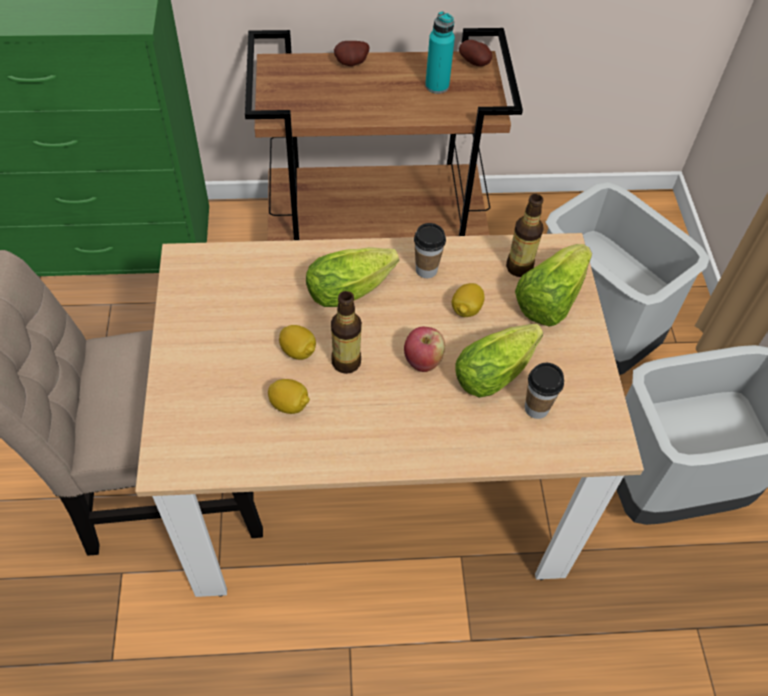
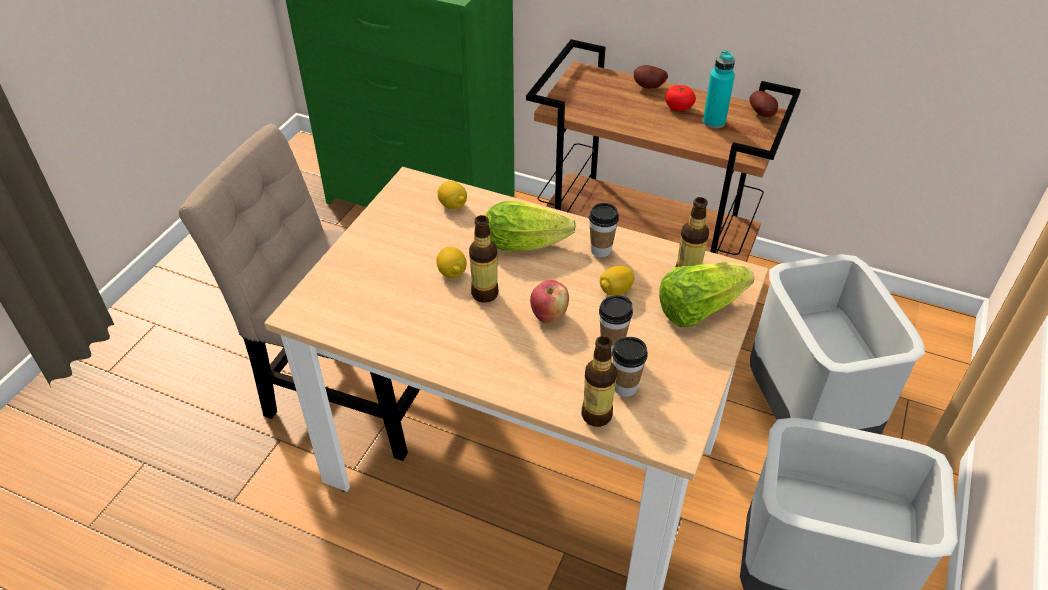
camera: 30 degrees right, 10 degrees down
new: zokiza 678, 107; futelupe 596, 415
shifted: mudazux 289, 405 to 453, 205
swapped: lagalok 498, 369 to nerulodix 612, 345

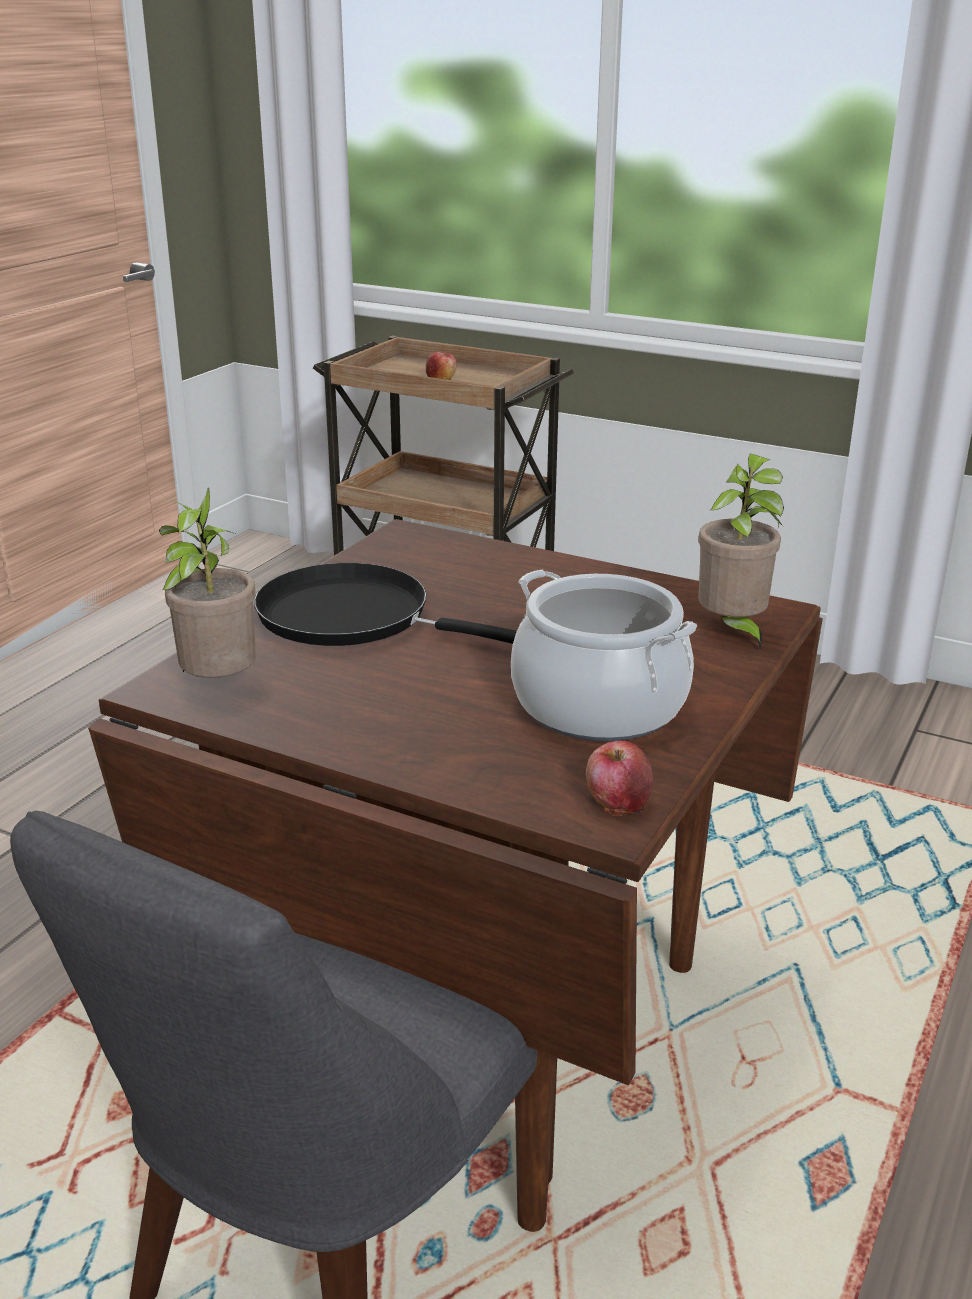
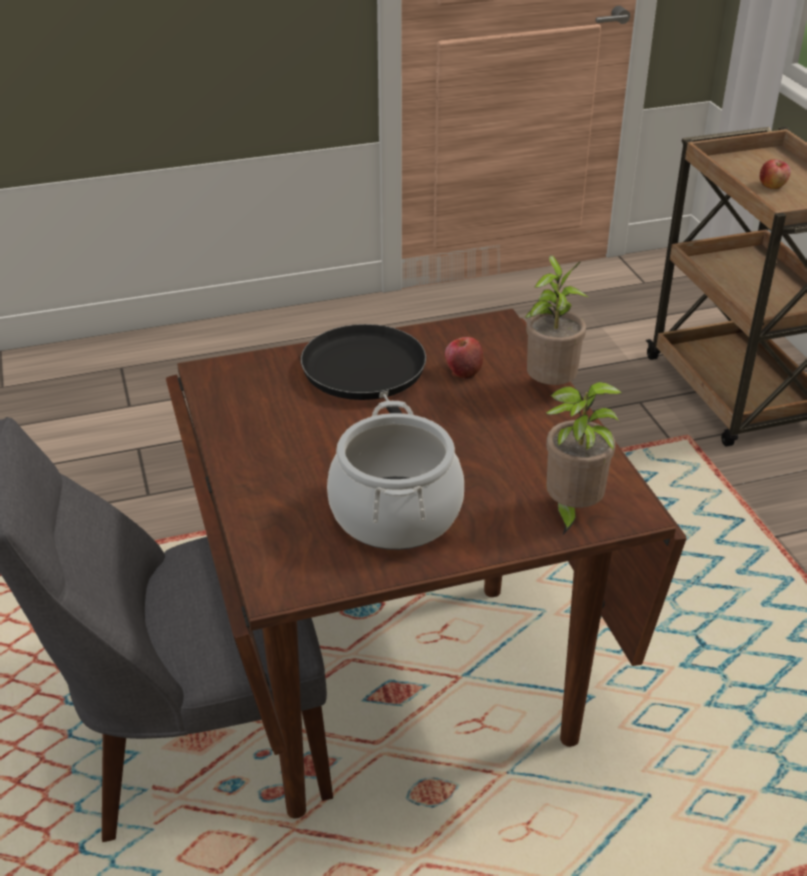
camera: 45 degrees right, 10 degrees up
shifted: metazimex 217, 687 to 550, 387; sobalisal 618, 802 to 463, 371

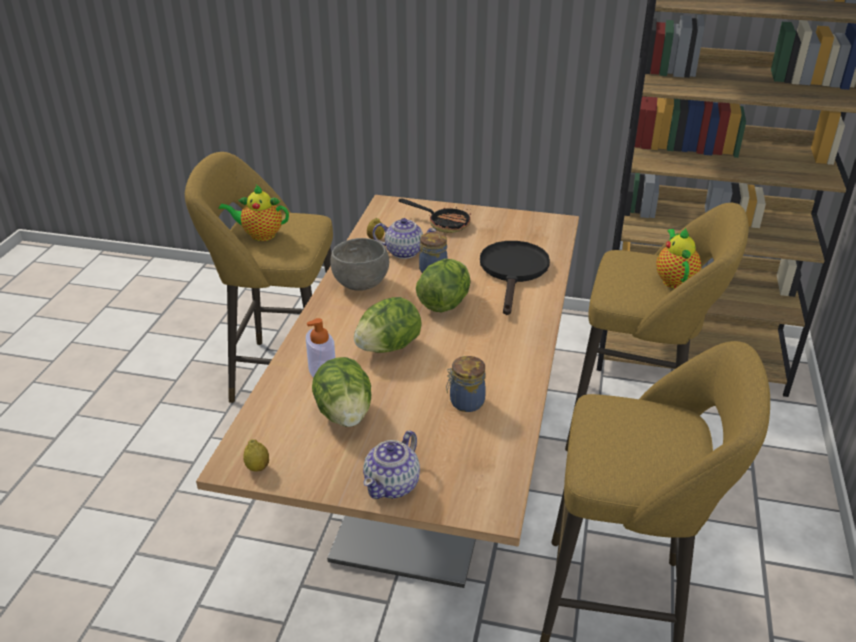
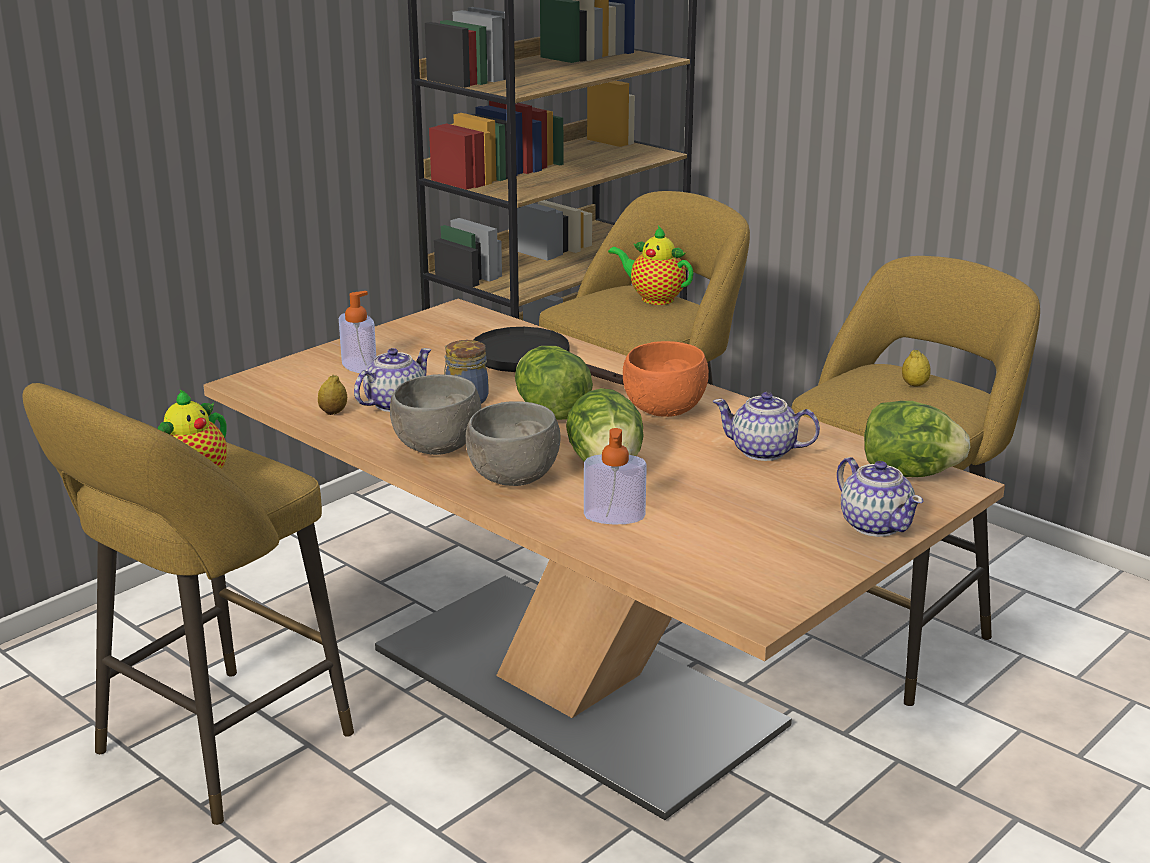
camera: 60 degrees left, 10 degrees down
new: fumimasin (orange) 663, 410; fumimasin (grey) 512, 477
shifted: lagalok 344, 414 to 908, 473; mudazux 257, 467 to 914, 385
swapped: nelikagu 443, 223 to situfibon 359, 365; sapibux 465, 402 to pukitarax 764, 452

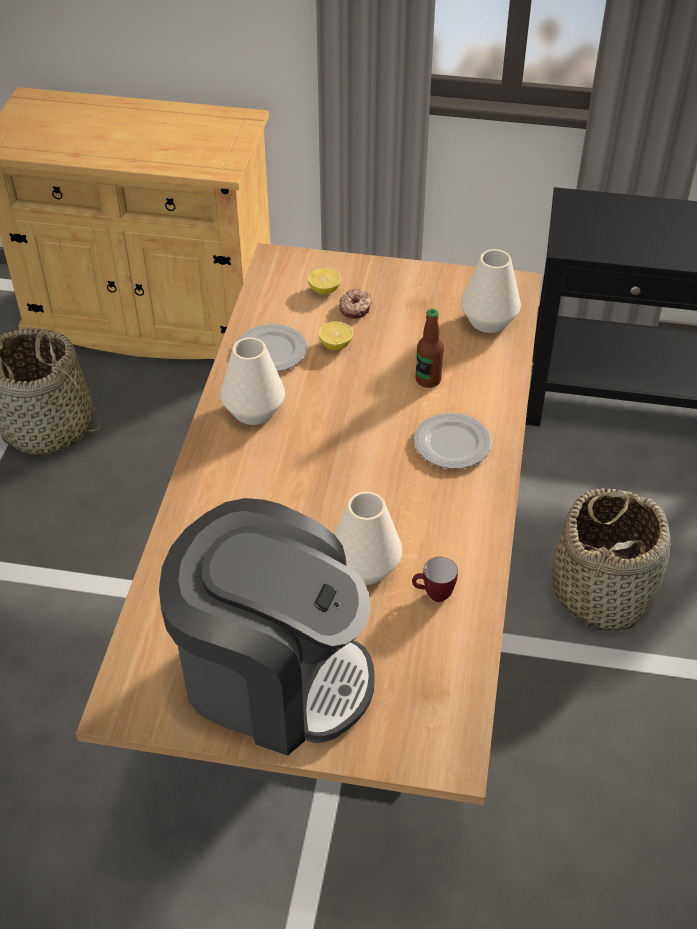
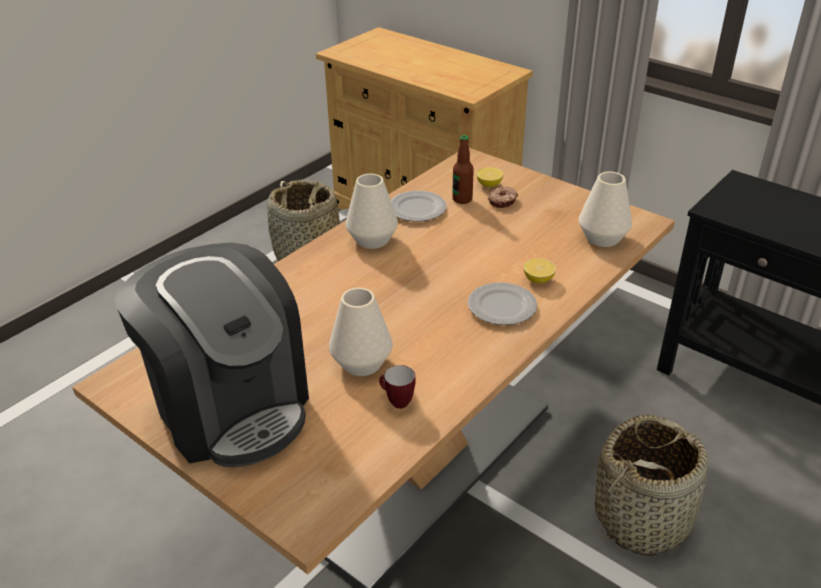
camera: 30 degrees right, 10 degrees down
shifted: futelupe 428, 380 to 462, 199; mudazux 335, 345 to 538, 280

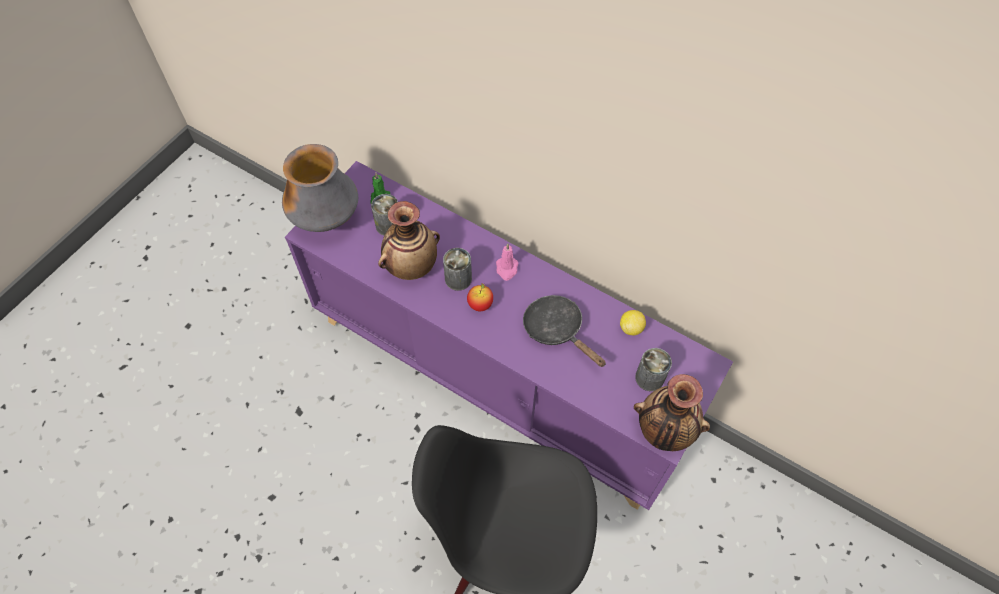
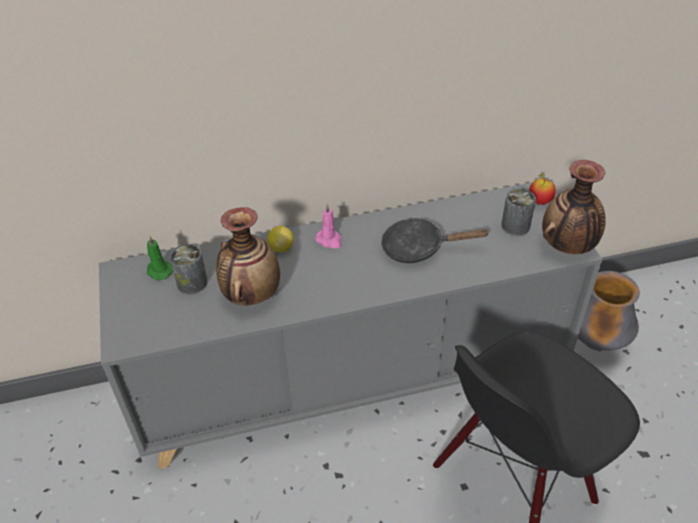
camera: 45 degrees left, 15 degrees down
gone: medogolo 458, 279
shifted: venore 327, 220 to 595, 342; sobalisal 480, 304 to 539, 201; mudazux 631, 328 to 281, 248
repainted: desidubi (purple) 499, 375 to desidubi (grey) 353, 380

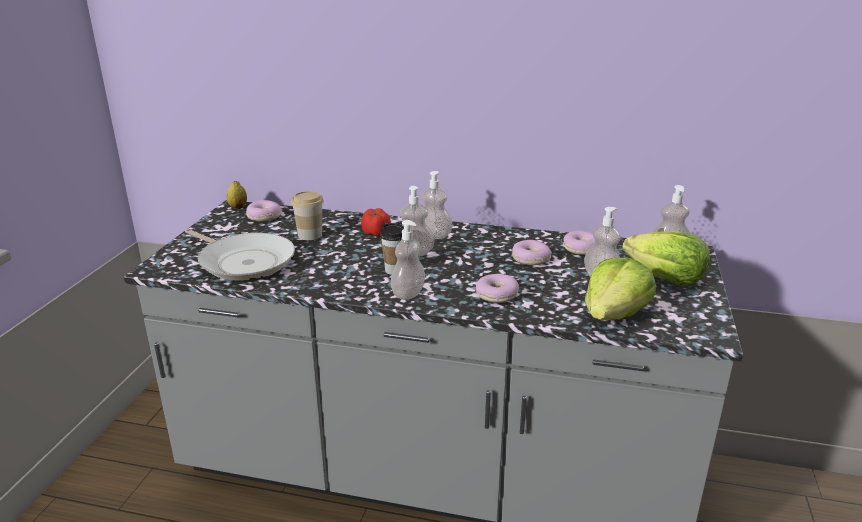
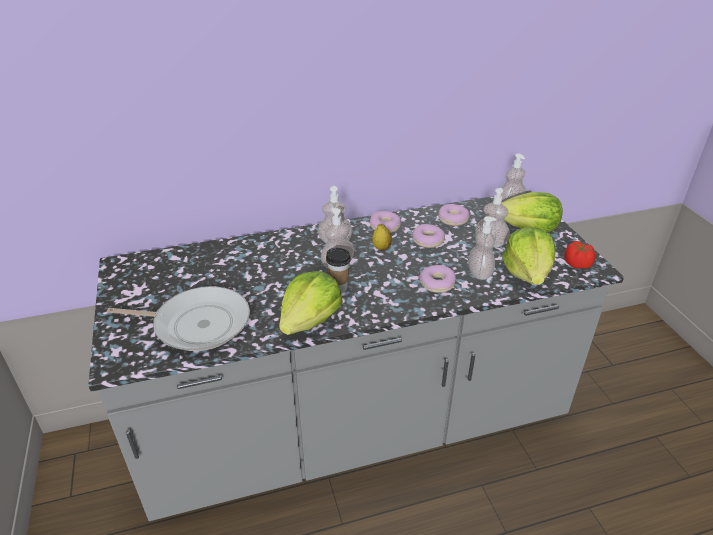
camera: 30 degrees left, 10 degrees up
gone: nerulodix 310, 235
new: lagalok 310, 320
shifted: mudazux 238, 207 to 381, 248; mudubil 263, 217 to 385, 227; zokiza 376, 233 to 577, 264; situfibon 408, 293 to 479, 273

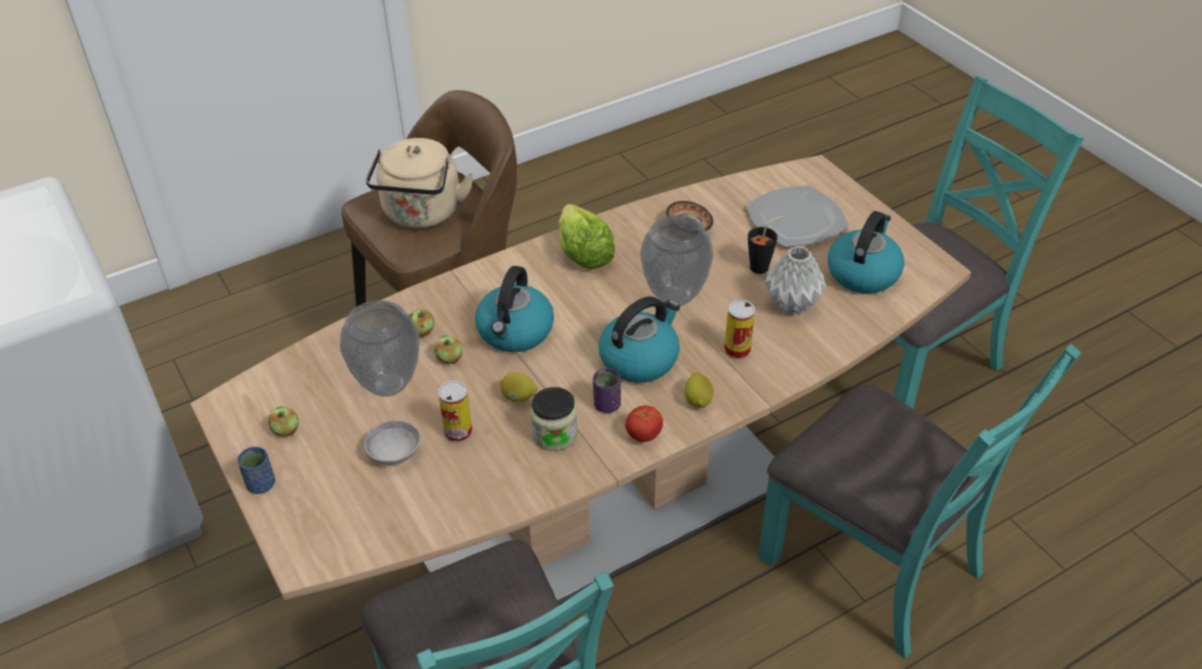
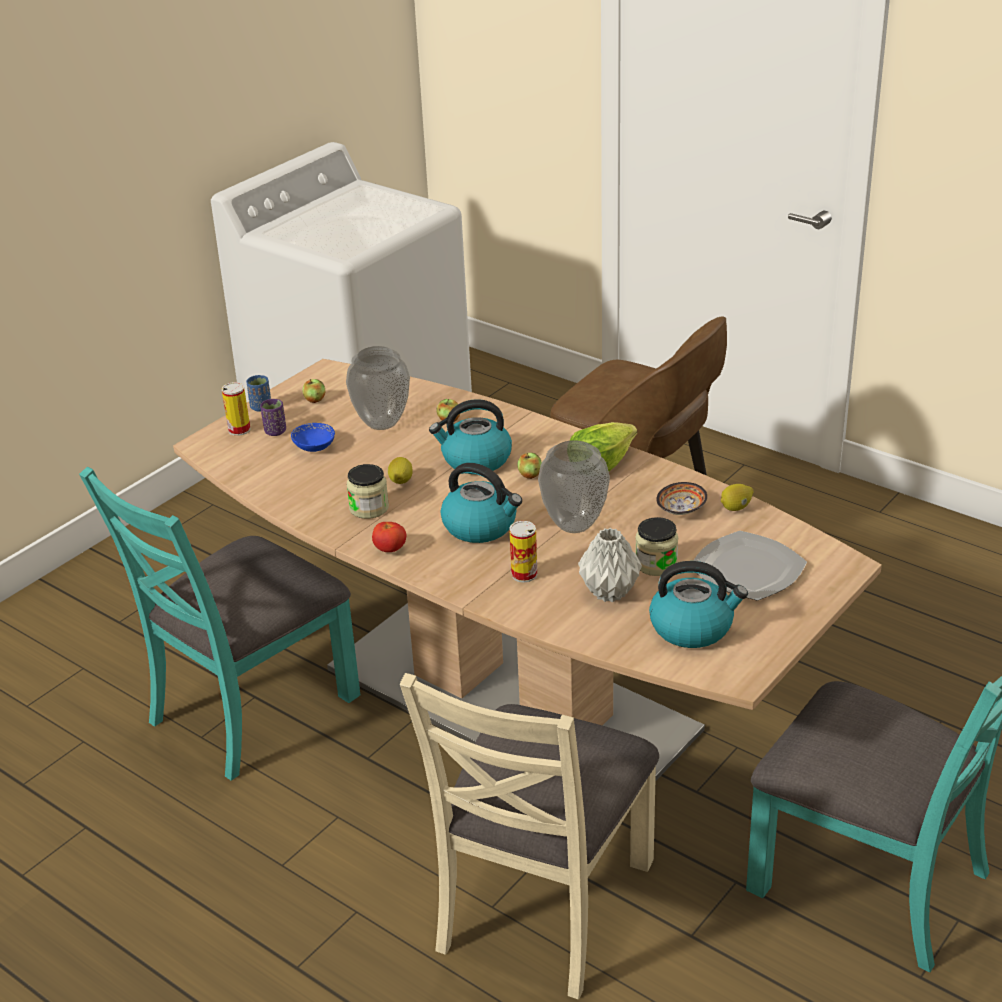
camera: 70 degrees right, 10 degrees down
gone: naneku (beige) 422, 214
shifted: sobalisal 449, 359 to 530, 475; nerulodix (purple) 607, 405 to 275, 431; mudazux 698, 400 to 736, 508; medogolo 458, 432 to 239, 429
swapped: nerulodix (black) 763, 266 to sapibux 656, 564
repainted: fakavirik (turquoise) 874, 564 to fakavirik (beige) 542, 904; fumimasin (grey) 395, 453 to fumimasin (blue) 314, 447

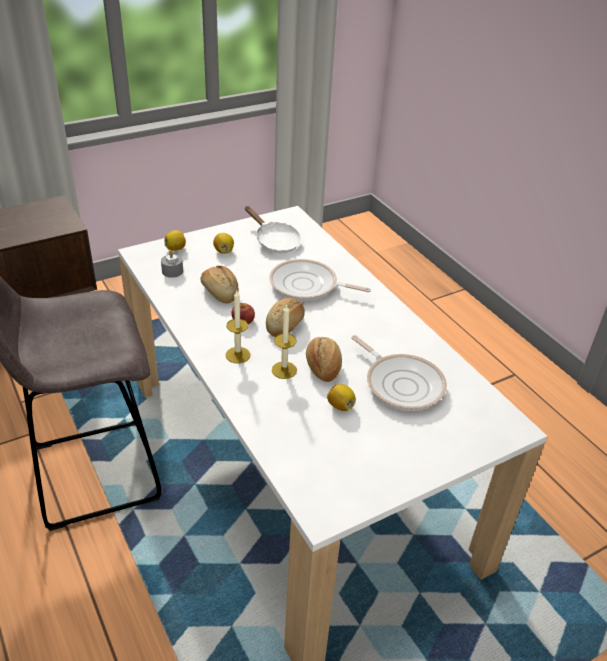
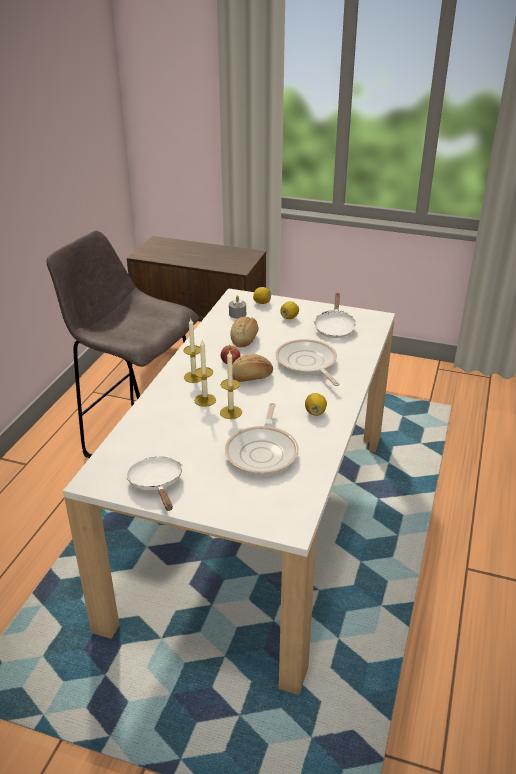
camera: 50 degrees right, 5 degrees down
new: nelikagu (white) 157, 484
shifted: mudazux 340, 406 to 315, 412
swapped: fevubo 322, 367 to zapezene 231, 412

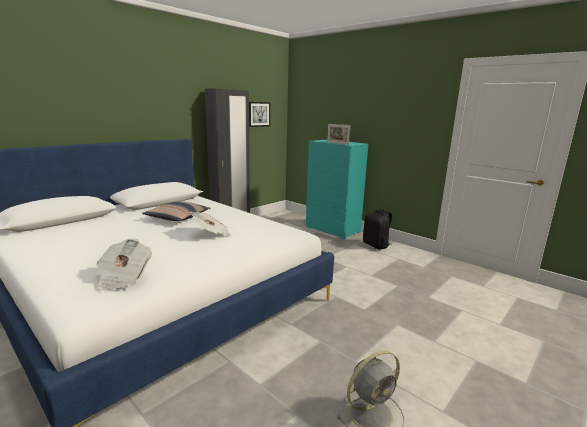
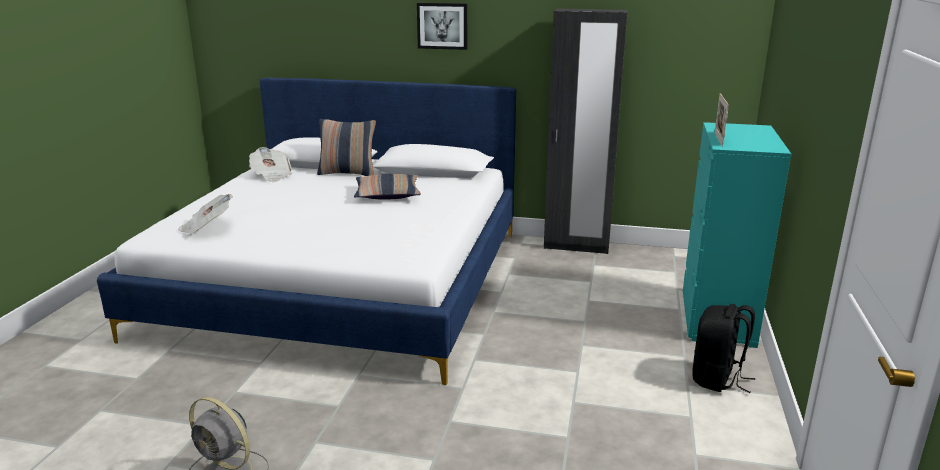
camera: 60 degrees right, 5 degrees up
new: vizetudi 348, 173
shifted: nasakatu 258, 114 to 442, 26; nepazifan 212, 234 to 271, 176

